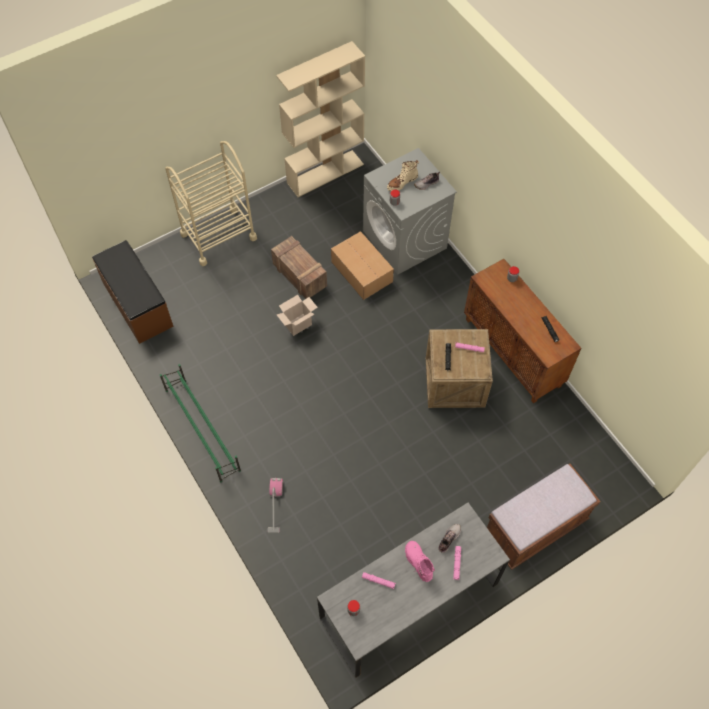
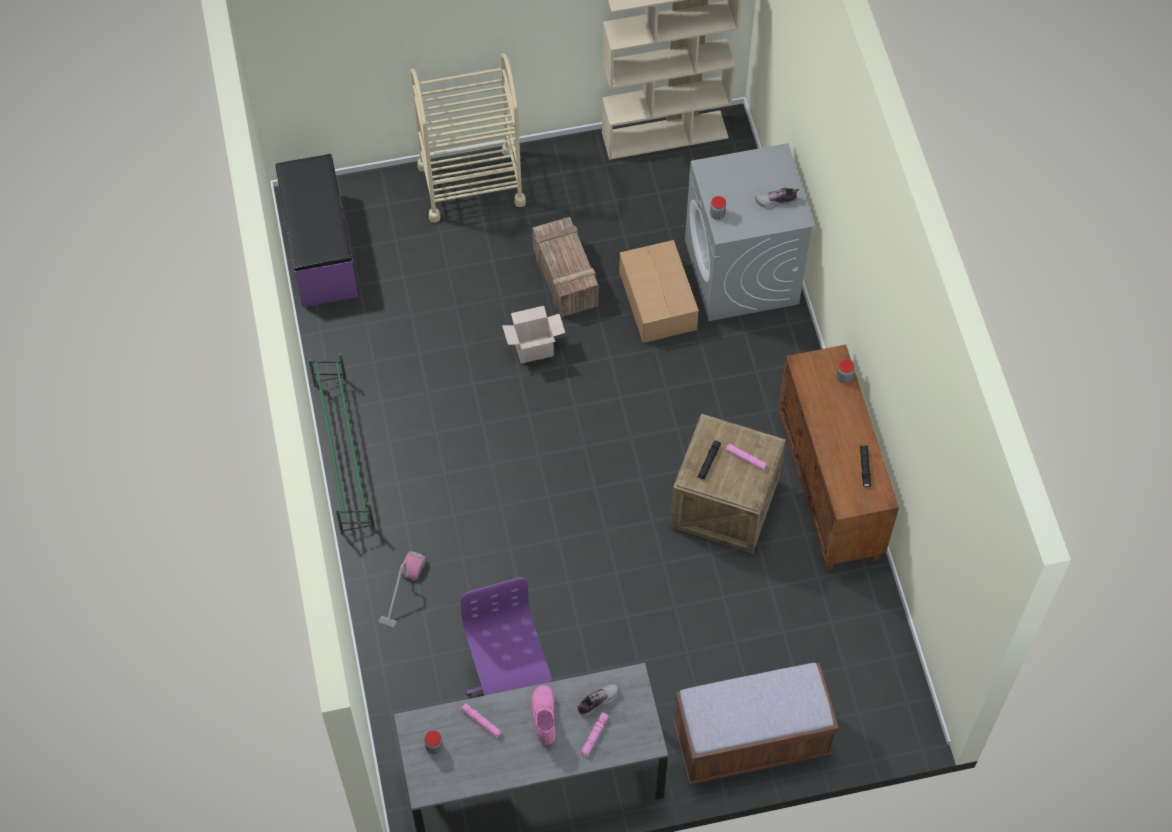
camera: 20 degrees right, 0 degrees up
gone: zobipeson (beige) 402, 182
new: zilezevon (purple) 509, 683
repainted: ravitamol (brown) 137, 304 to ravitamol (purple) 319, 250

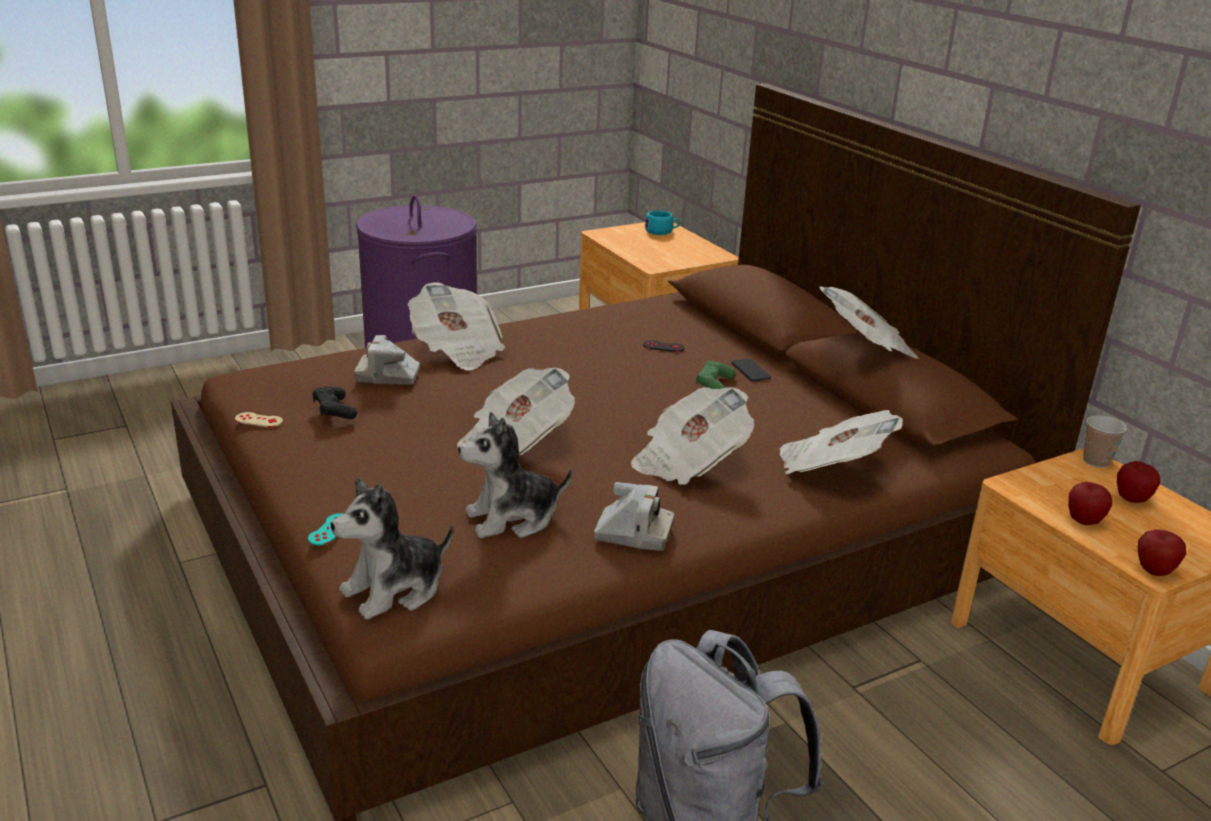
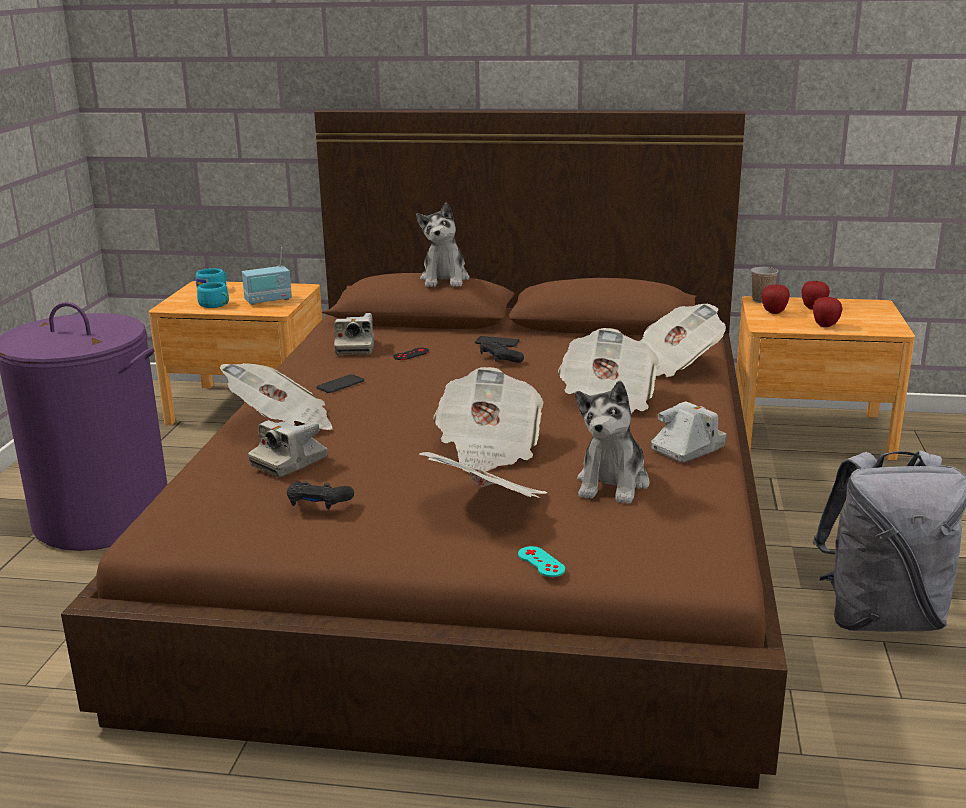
camera: 50 degrees left, 5 degrees down
gone: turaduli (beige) 259, 420
new: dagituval 268, 300; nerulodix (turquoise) 216, 305; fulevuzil 355, 348; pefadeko 340, 384
shifted: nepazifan 865, 347 to 487, 506; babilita 395, 590 to 445, 279; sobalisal 1154, 571 to 774, 312
repainted: turaduli (green) 714, 384 to turaduli (black) 500, 358

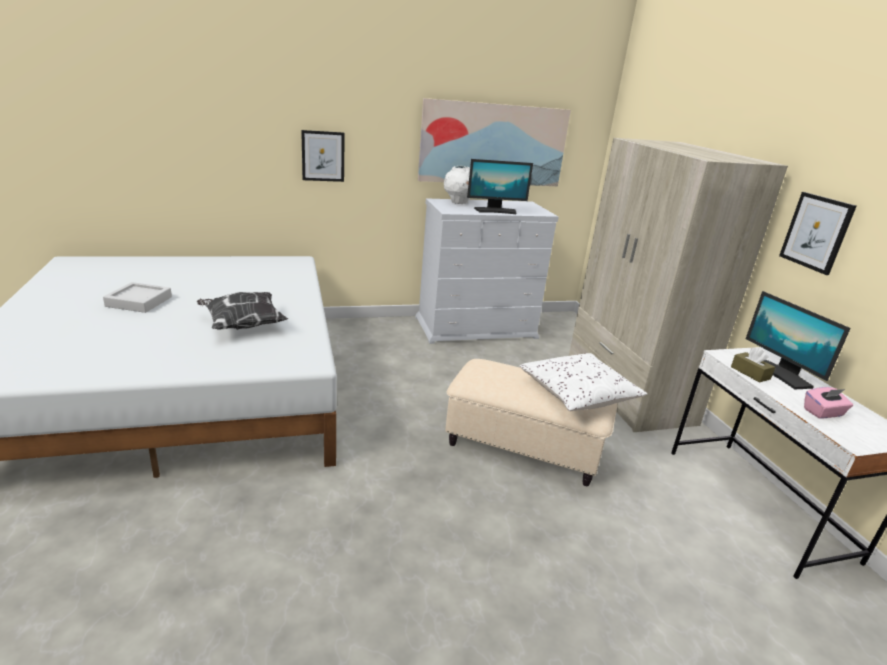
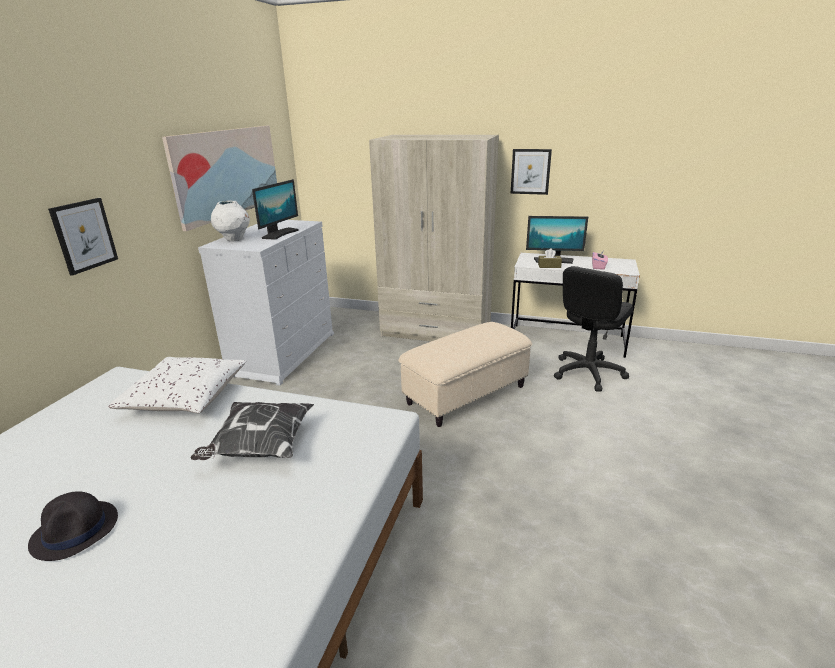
camera: 55 degrees left, 0 degrees up
new: zilezevon (black) 587, 372
shifted: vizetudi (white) 578, 394 to 186, 397
swapped: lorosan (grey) 139, 301 to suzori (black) 76, 530

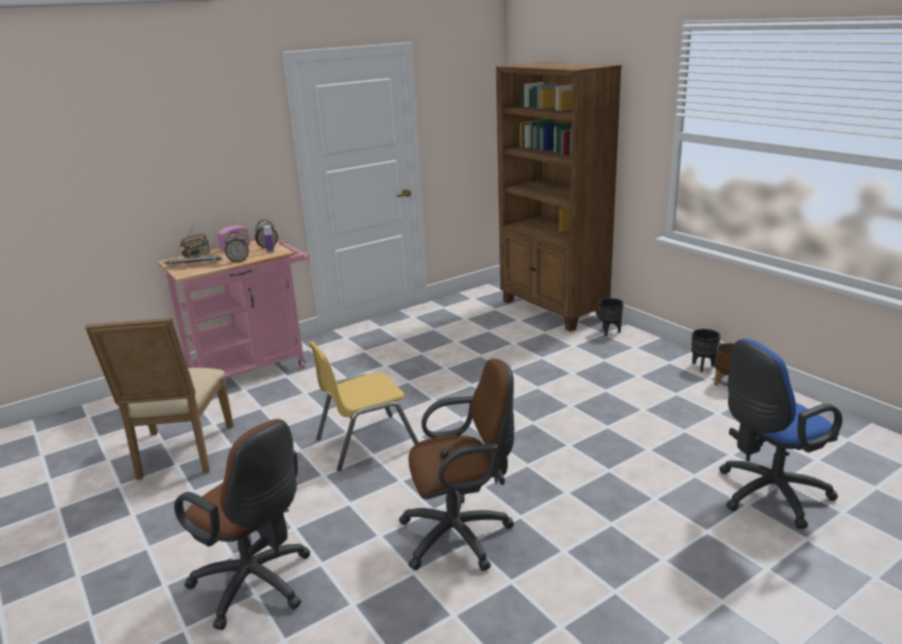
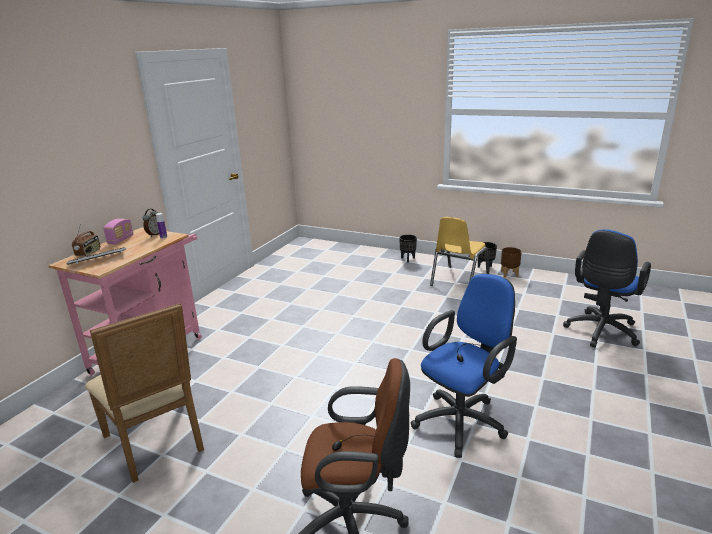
camera: 30 degrees left, 0 degrees up
gone: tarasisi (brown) 553, 310; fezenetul 238, 261
shifted: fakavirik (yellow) 366, 442 to 458, 280
repainted: zilezevon (brown) 462, 535 to zilezevon (blue) 463, 420

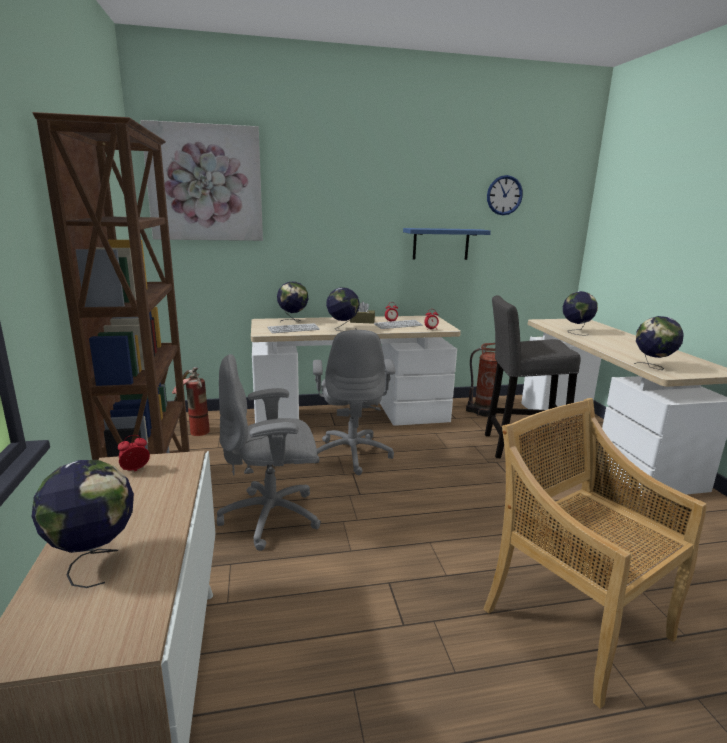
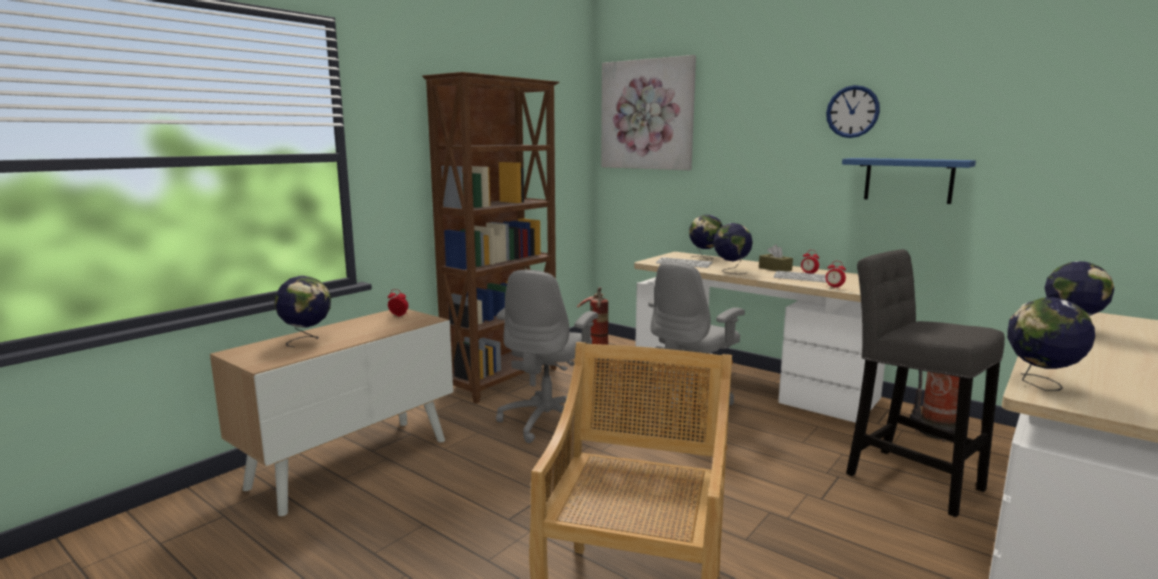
camera: 50 degrees right, 5 degrees down
shifted: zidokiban 504, 195 to 852, 111
rotated: zilezevon (grey) 272, 517 = 548, 421 105 degrees counterclockwise

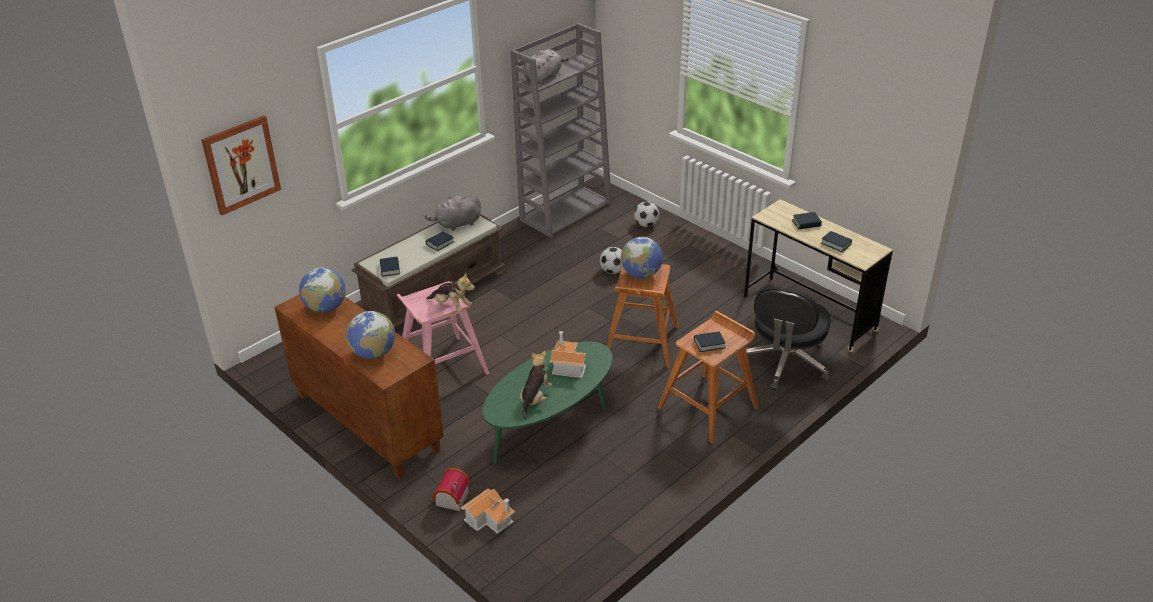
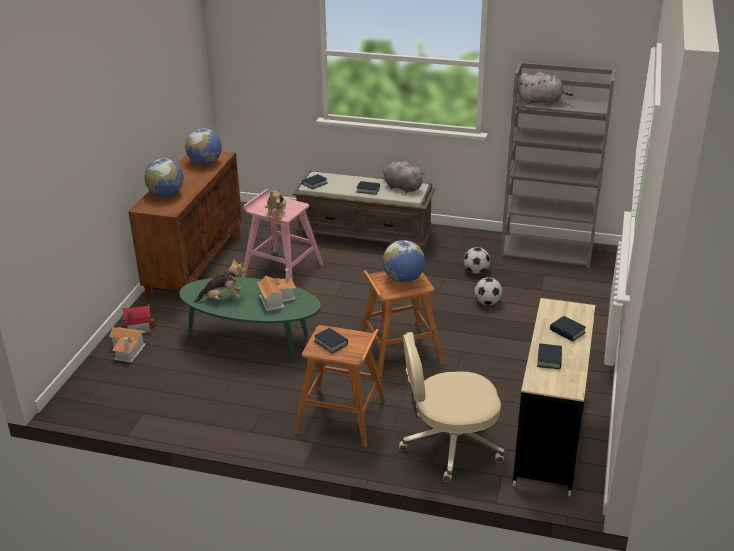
camera: 60 degrees right, 5 degrees down
gone: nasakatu 241, 164
shifted: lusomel 646, 225 to 476, 271
repainted: zilezevon (black) 785, 363 to zilezevon (beige) 449, 445

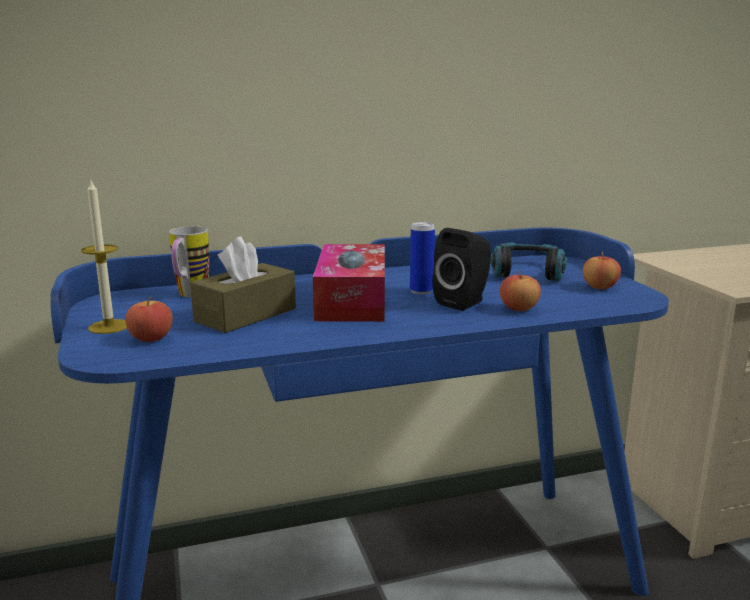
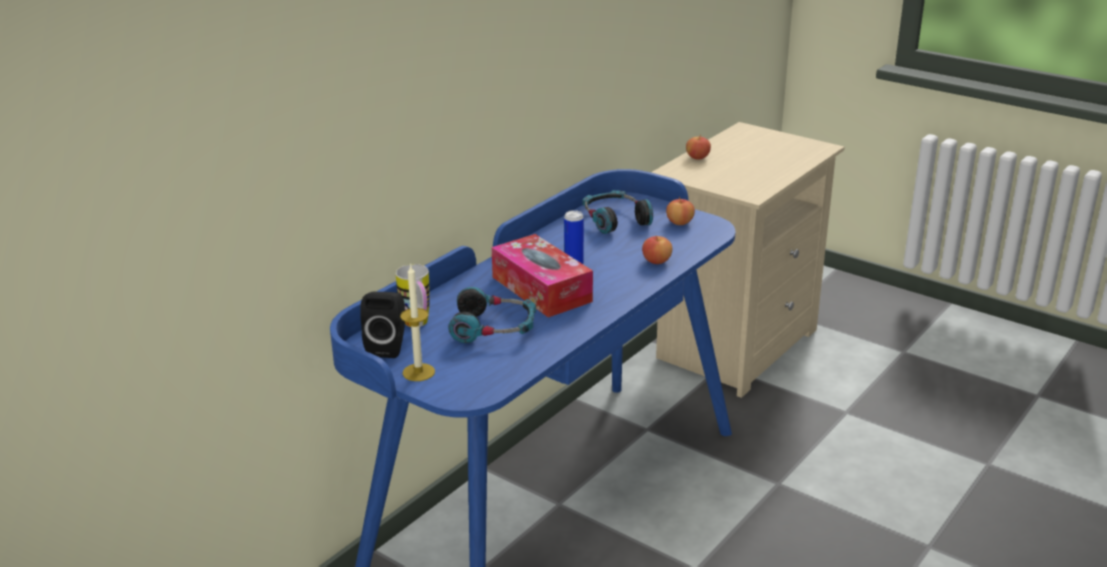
camera: 35 degrees left, 10 degrees up
shifted: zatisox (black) 464, 302 to 388, 347; sobalisal 151, 338 to 697, 157
swapped: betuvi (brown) 246, 315 to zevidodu 494, 328

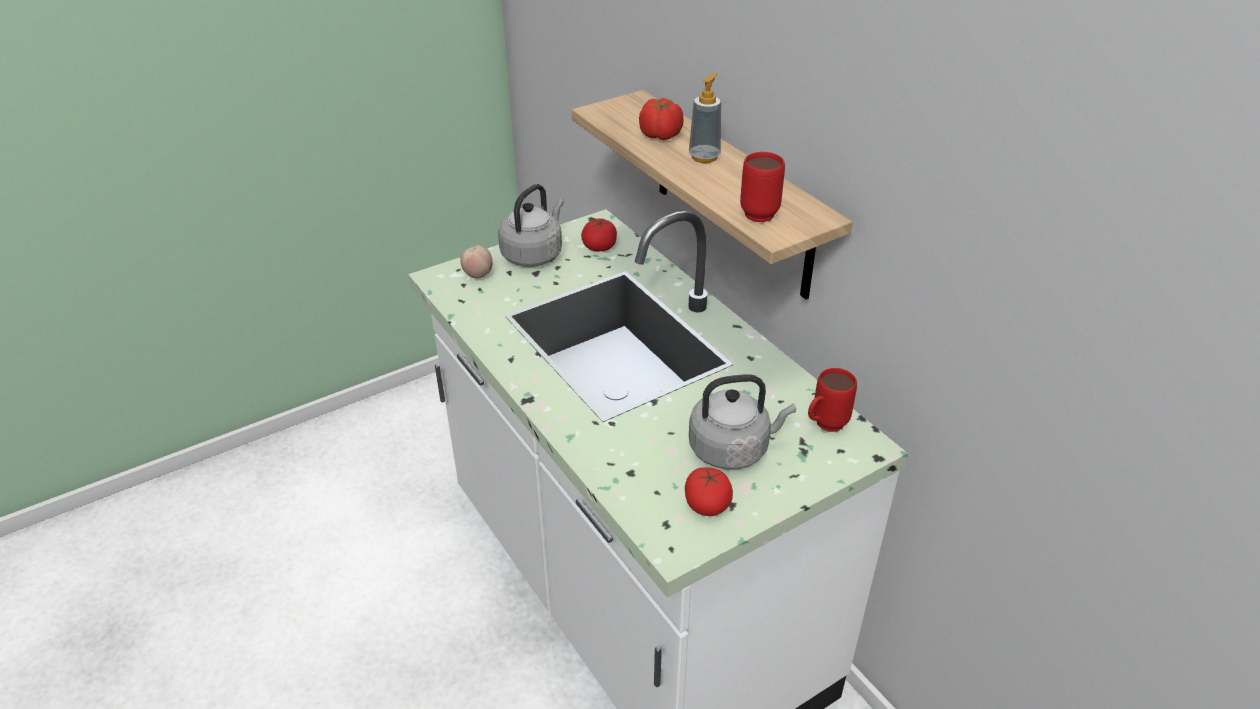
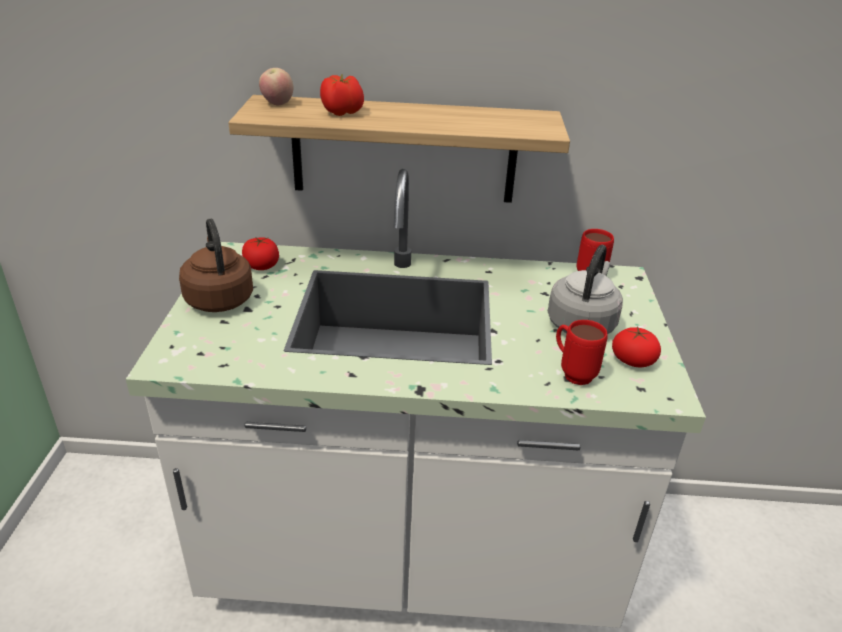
camera: 55 degrees left, 5 degrees down
gone: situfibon 704, 157
shifted: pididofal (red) 760, 211 to 572, 373; sobalisal 478, 275 to 277, 104
repainted: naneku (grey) 534, 254 to naneku (brown) 219, 298

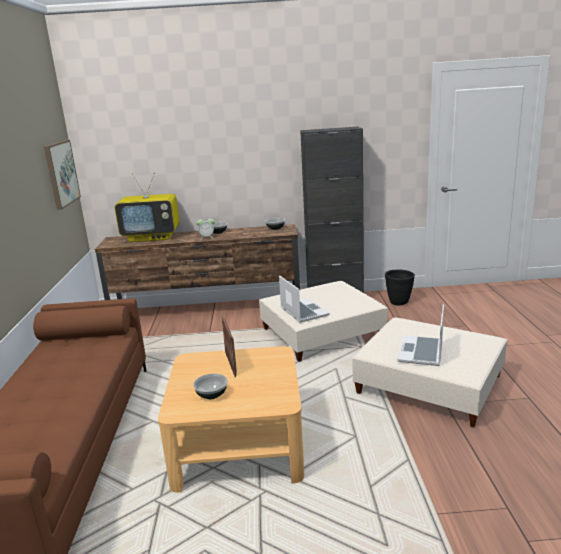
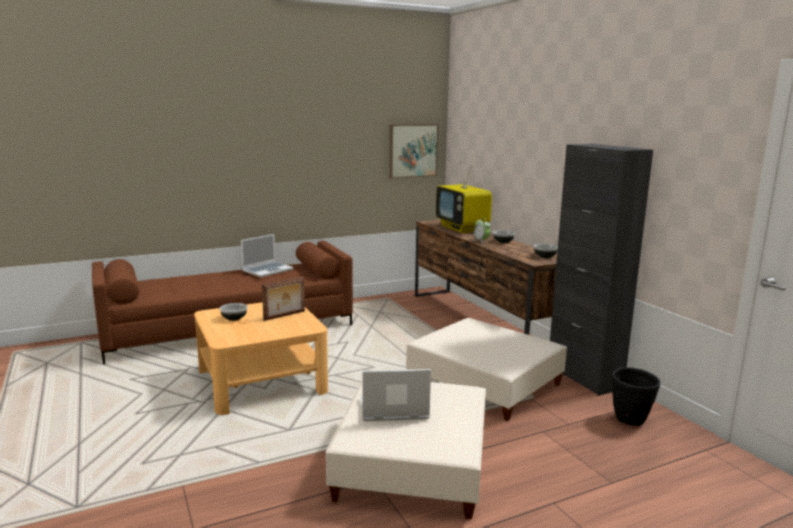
camera: 65 degrees right, 5 degrees down
shifted: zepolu 303, 311 to 268, 270

